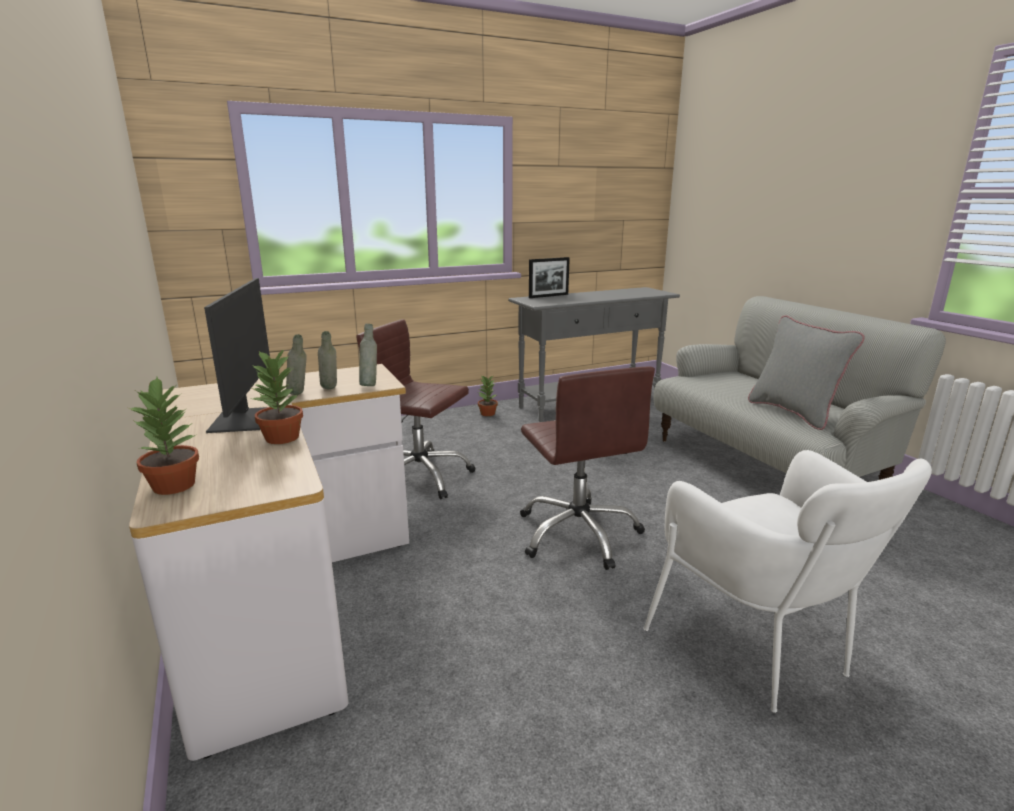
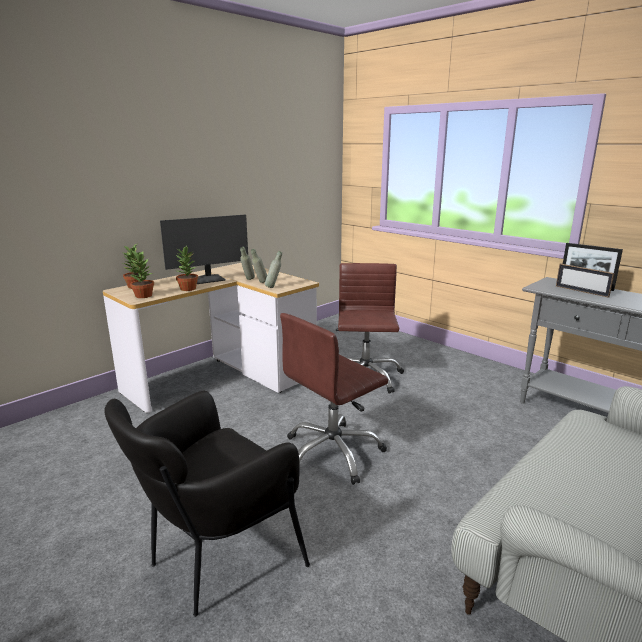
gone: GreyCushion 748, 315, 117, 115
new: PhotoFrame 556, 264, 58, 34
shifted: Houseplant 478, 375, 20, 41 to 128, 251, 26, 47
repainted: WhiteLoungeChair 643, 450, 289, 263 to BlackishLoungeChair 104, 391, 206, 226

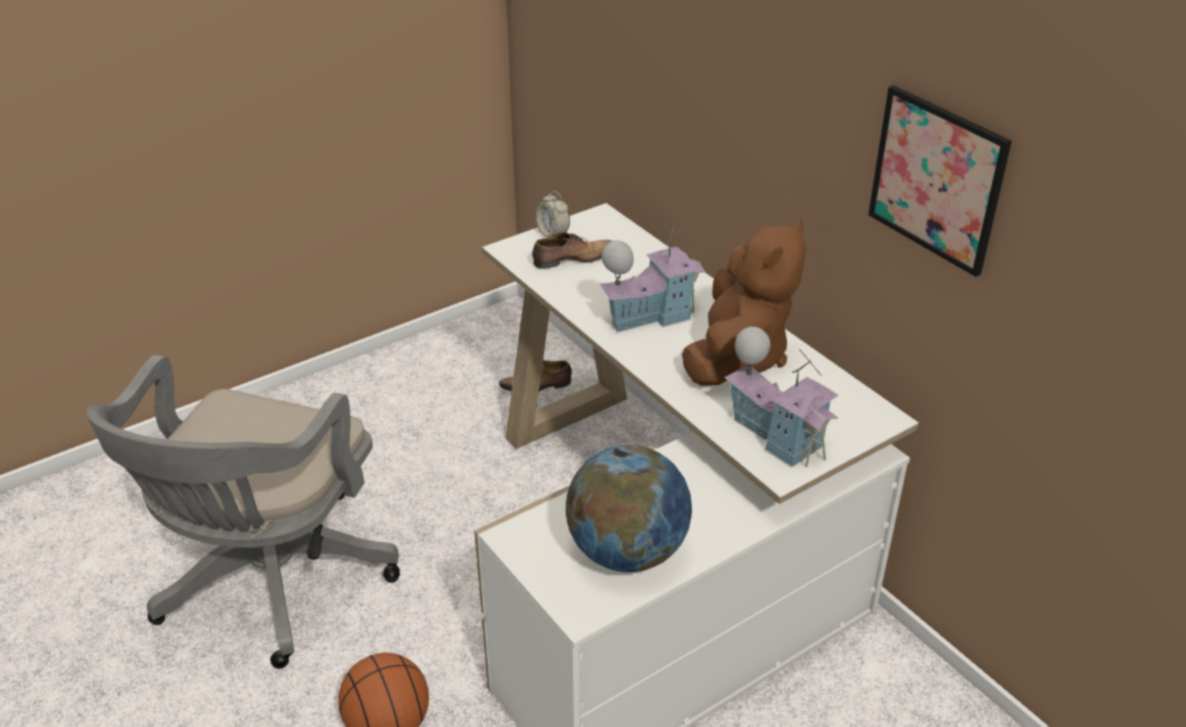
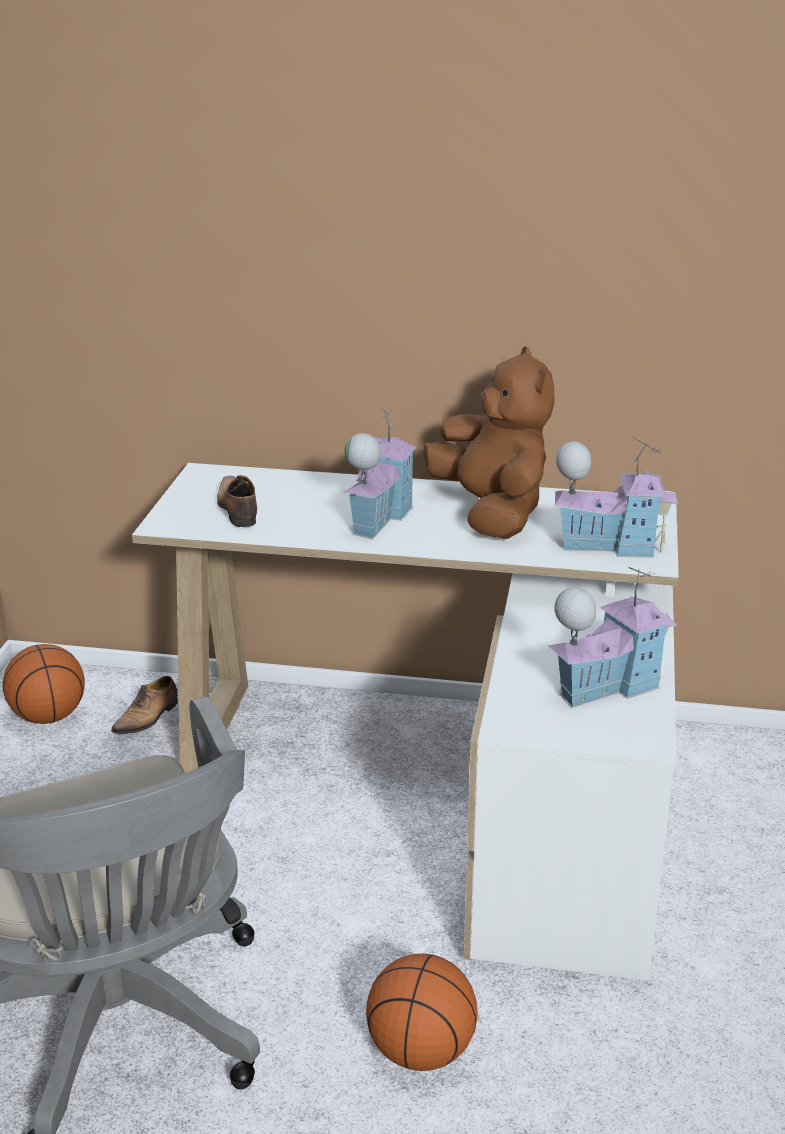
gone: BedsideClock 536, 191, 34, 46; WallArt 868, 85, 144, 192
new: BallForBasketball 3, 644, 82, 80
swapped: WorldGlobe 566, 445, 126, 127 to ModelHouse 548, 567, 129, 141
rotated: Shoe 532, 232, 81, 37 = 217, 475, 40, 52 45 degrees counterclockwise

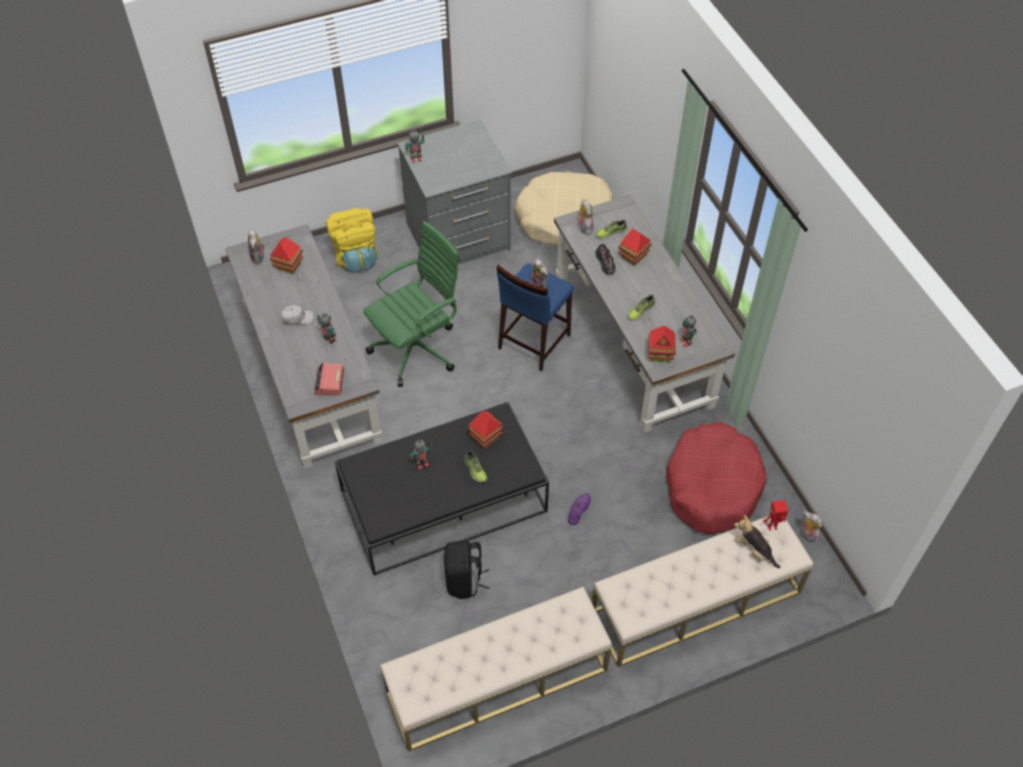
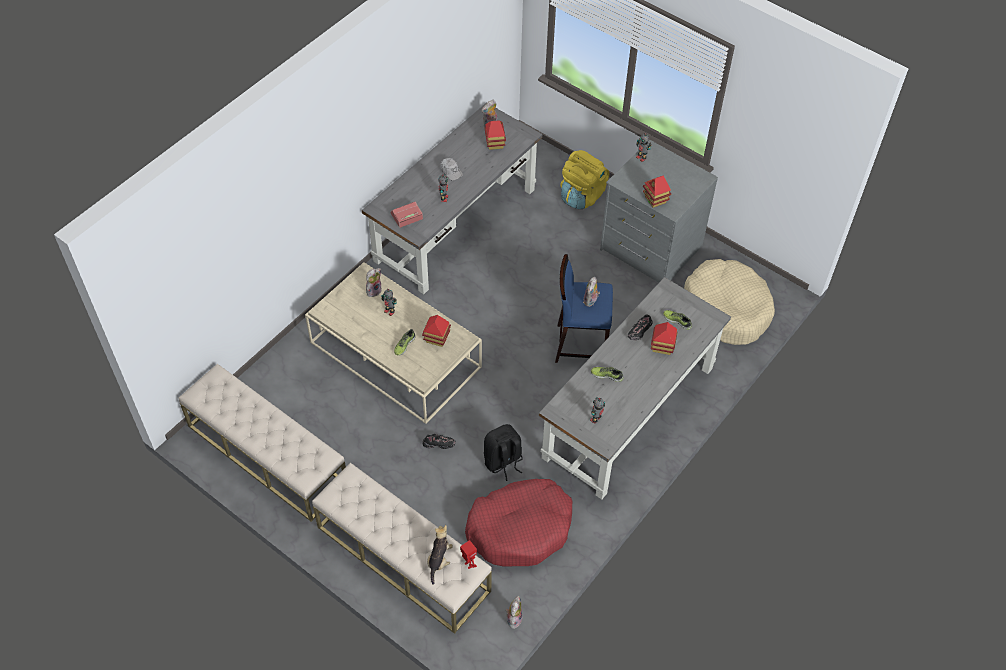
gone: GreenColouredOfficeChair 364, 221, 96, 166
shifted: SoftToy 578, 199, 16, 36 to 366, 268, 16, 29; BlackishRucksack 444, 540, 46, 59 to 484, 424, 39, 57; ModelHouse 648, 326, 28, 36 to 643, 176, 28, 32
repainted: BlackishLowTable 334, 402, 215, 173 to SandColouredLowTable 305, 262, 177, 162; PurpleShoe 568, 493, 23, 32 to BlackishShoe 423, 434, 33, 15

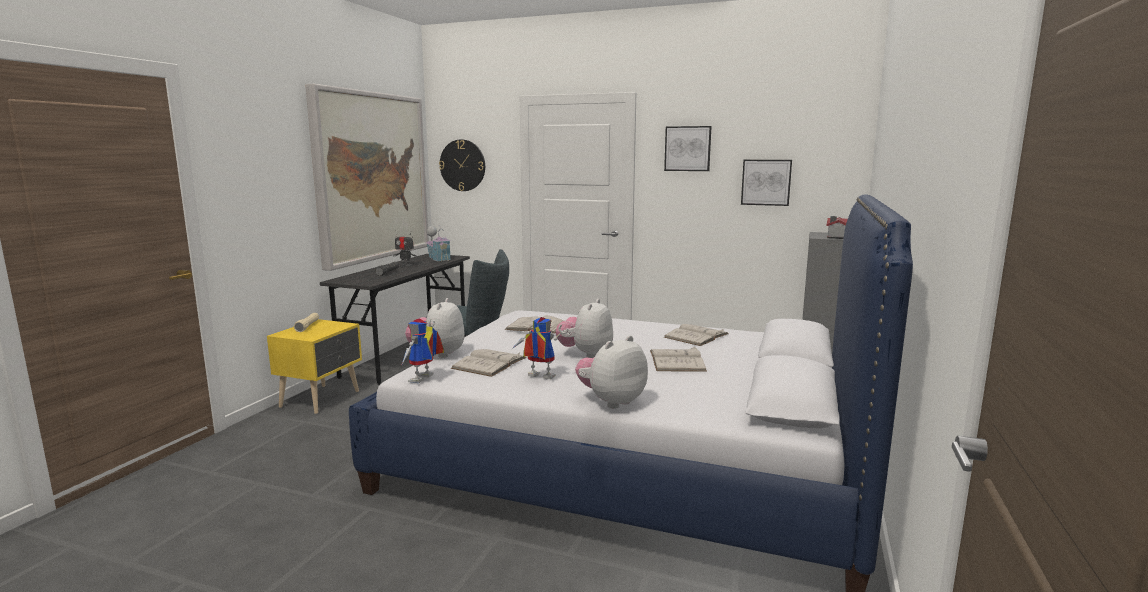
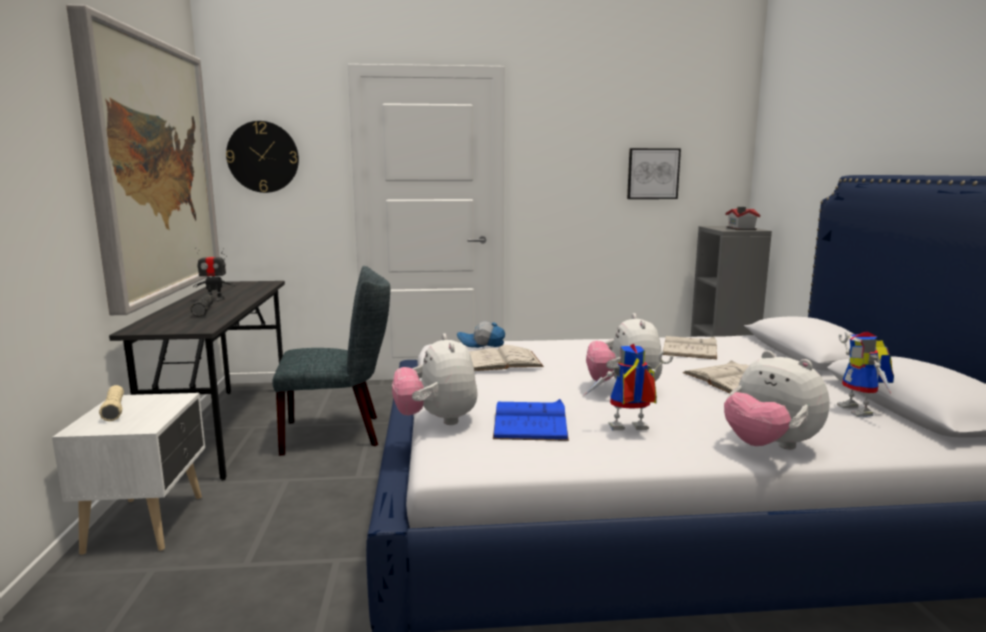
gone: ModelHouse 426, 226, 25, 35; WallArt 664, 126, 48, 45
new: BaseballCap 457, 321, 48, 27
shifted: ToyRobot 401, 319, 43, 64 to 837, 332, 57, 85
repainted: YellowishNightTable 267, 319, 95, 95 to WhiteNightTable 52, 393, 153, 162; WhiteVolume 451, 349, 76, 28 to BlueColouredVolume 493, 399, 76, 42
rotated: SoftToy 575, 335, 73, 74 = 724, 350, 106, 100 60 degrees counterclockwise

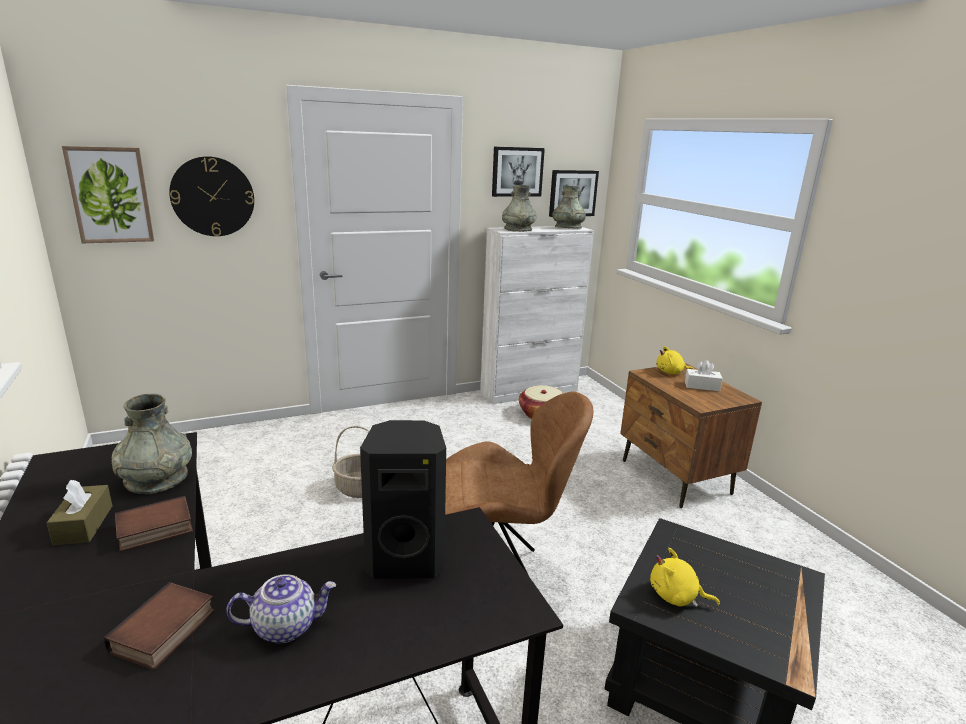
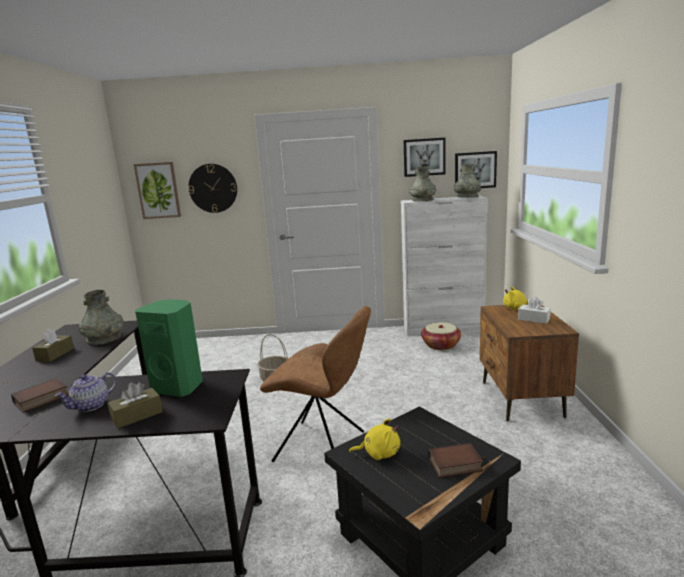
new: BrownishTissueBox 108, 382, 55, 47
shifted: Volume 115, 496, 78, 56 to 428, 443, 55, 35
repainted: BlackishLoudspeaker 360, 420, 86, 159 to GreenColouredLoudspeaker 135, 299, 68, 98
rotated: TeaPot 226, 574, 110, 70 = 55, 372, 62, 40 120 degrees clockwise; YellowishSoftToy 650, 547, 70, 60 = 349, 418, 51, 42 135 degrees clockwise

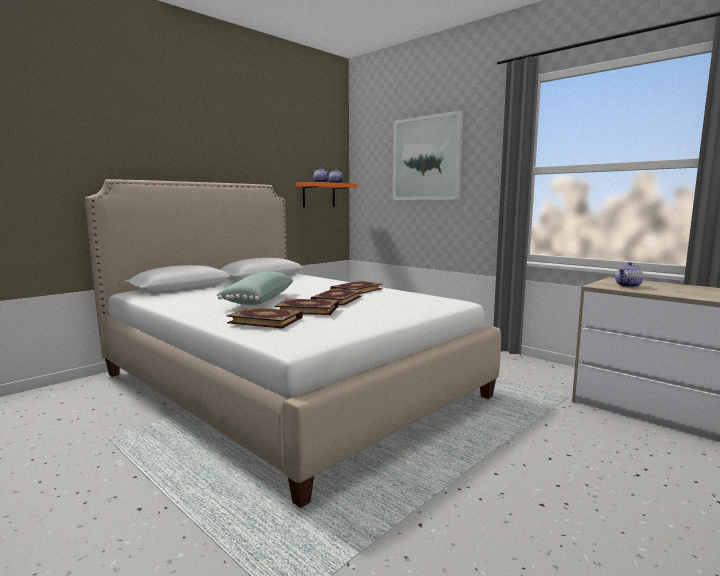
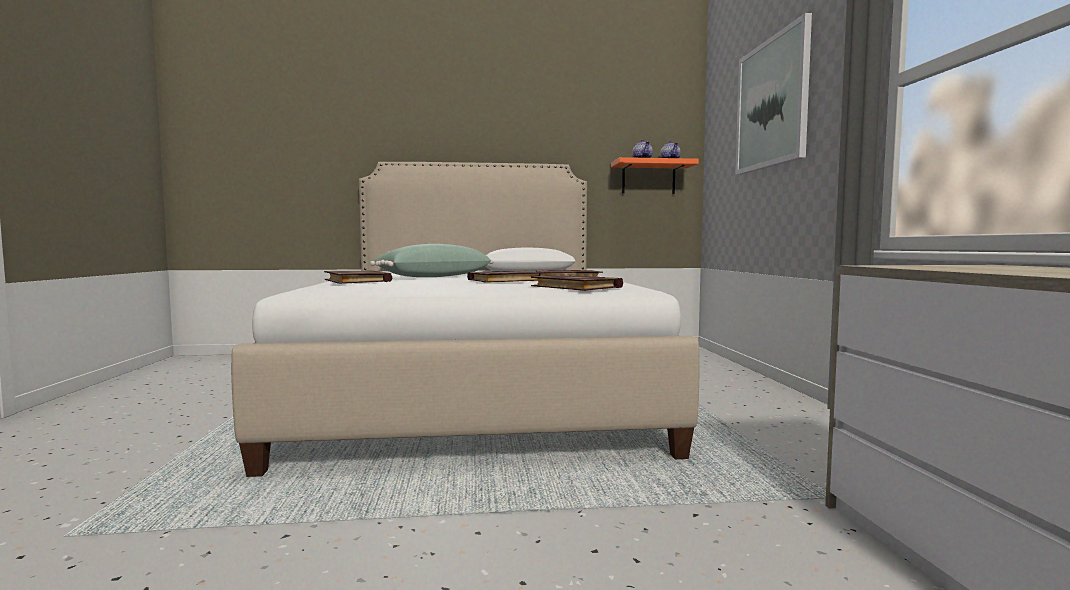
gone: TeaPot 615, 262, 28, 26
shifted: Volume 275, 299, 64, 16 to 531, 275, 92, 16

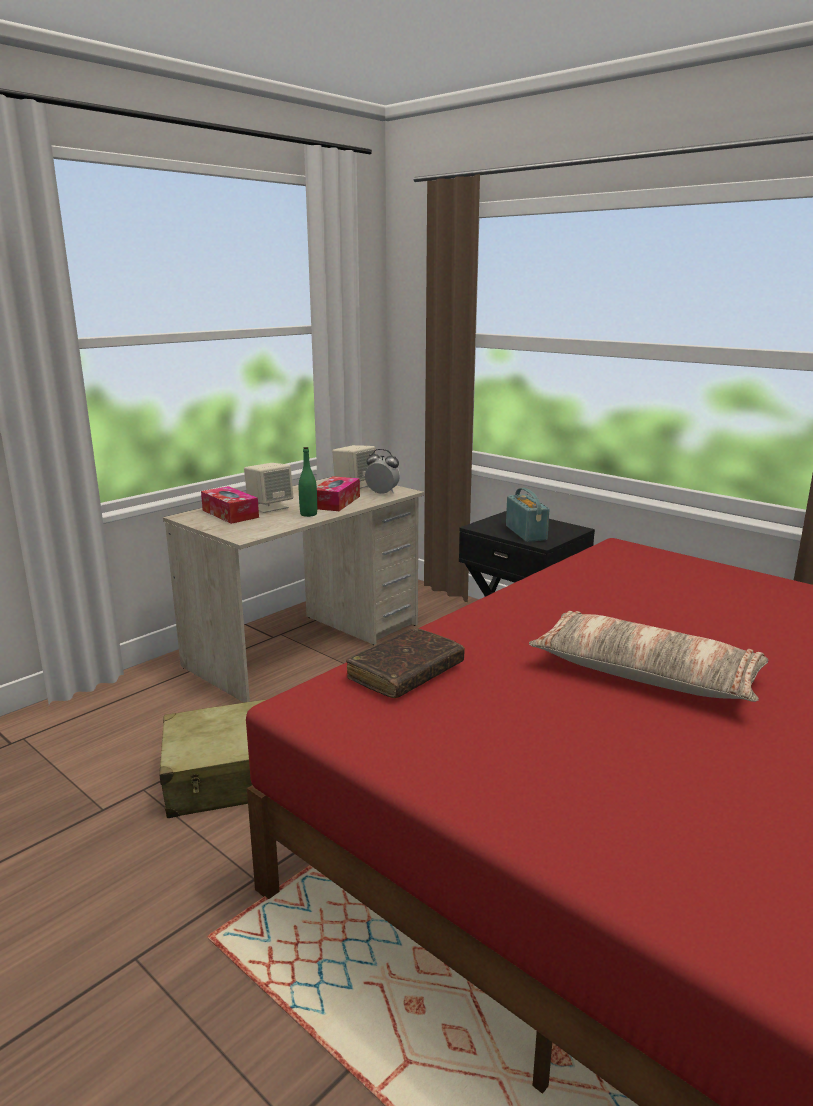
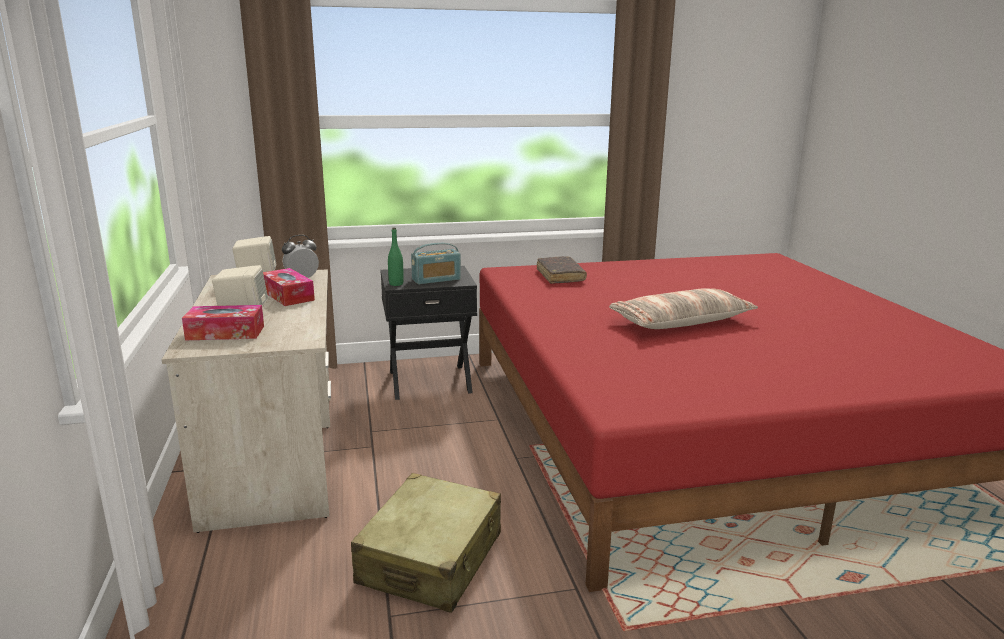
shifted: GreenColouredBottle 299, 447, 18, 70 to 388, 228, 16, 58; BrownishVolume 346, 628, 119, 70 to 537, 256, 50, 28
rotated: Radio 506, 488, 43, 54 = 411, 243, 50, 41 135 degrees clockwise

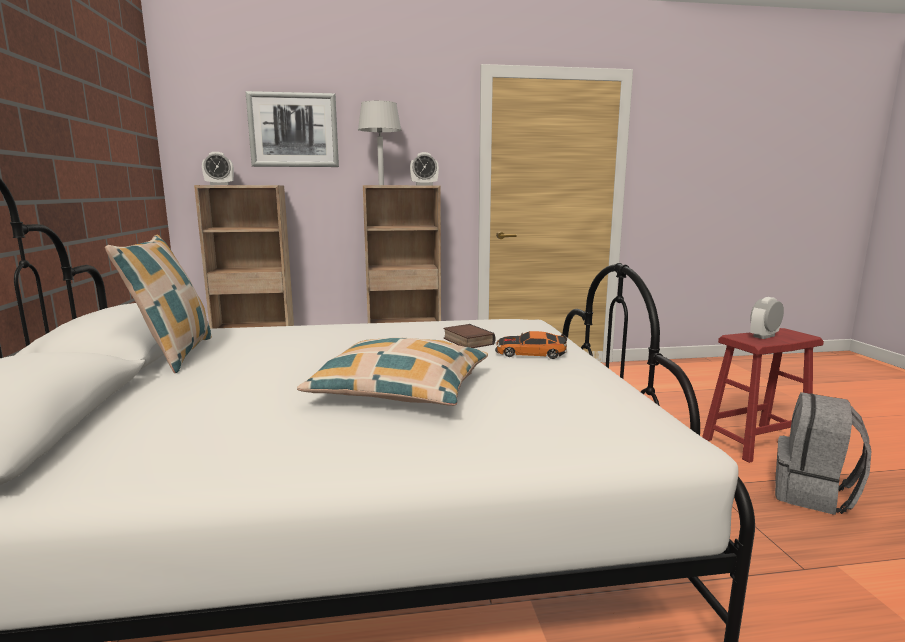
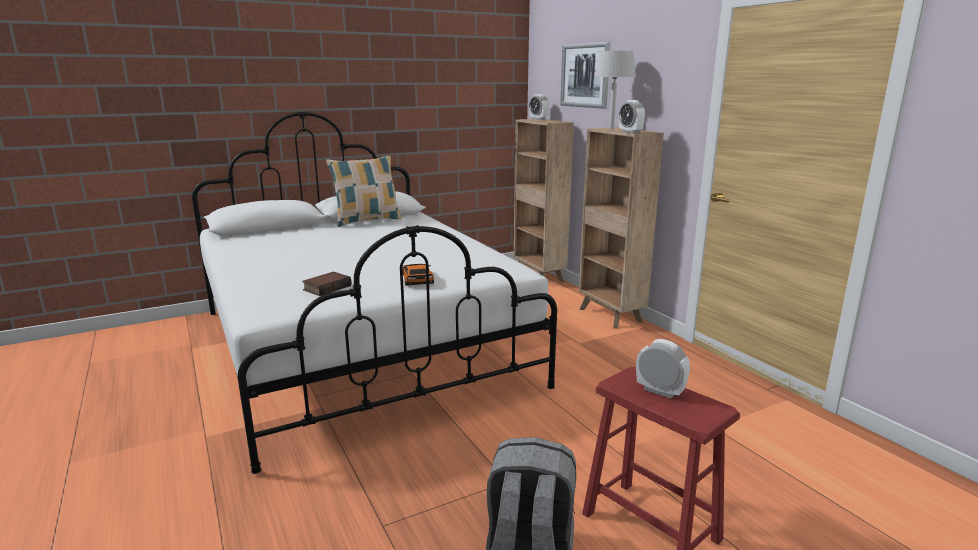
gone: Cushion 297, 338, 191, 68
shifted: Volume 443, 324, 52, 24 to 302, 272, 50, 24

